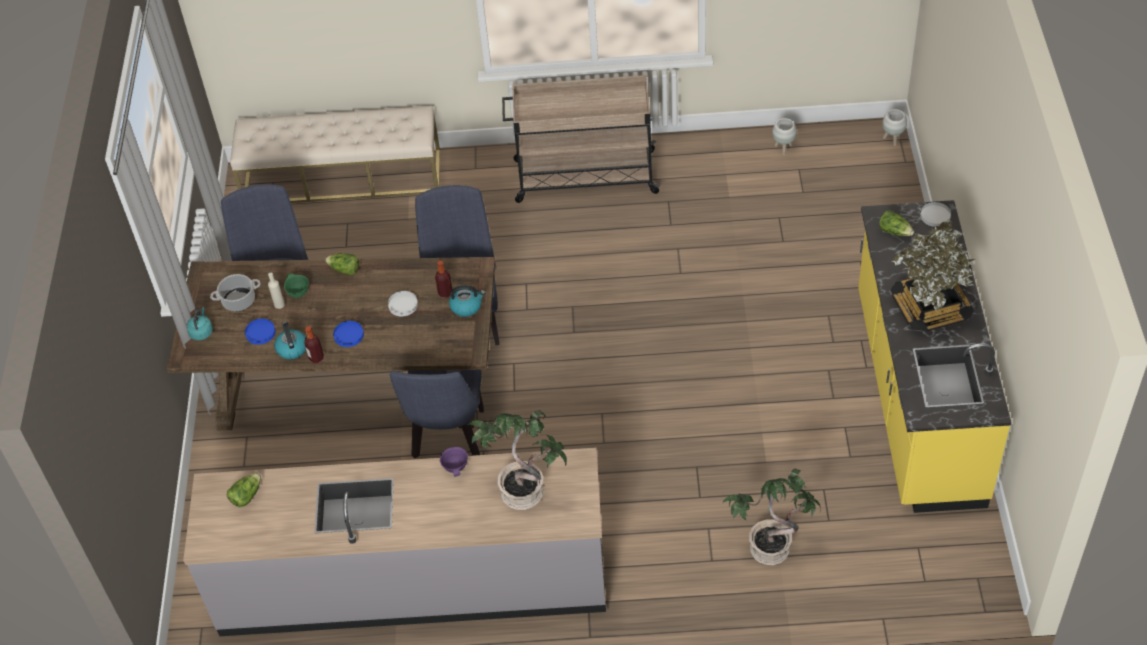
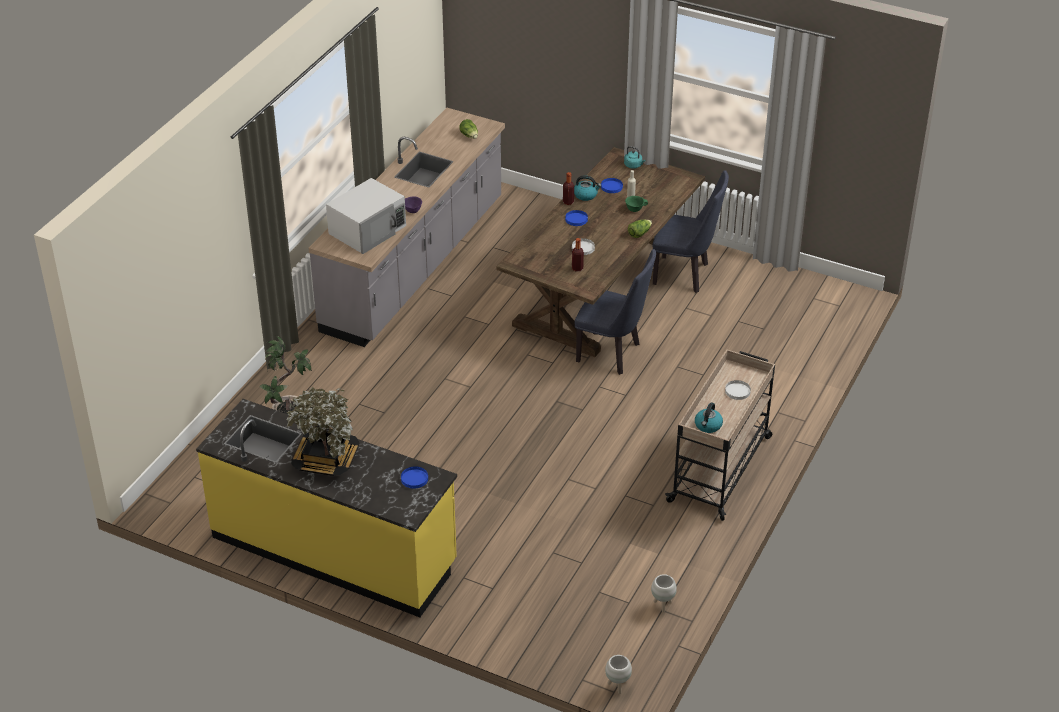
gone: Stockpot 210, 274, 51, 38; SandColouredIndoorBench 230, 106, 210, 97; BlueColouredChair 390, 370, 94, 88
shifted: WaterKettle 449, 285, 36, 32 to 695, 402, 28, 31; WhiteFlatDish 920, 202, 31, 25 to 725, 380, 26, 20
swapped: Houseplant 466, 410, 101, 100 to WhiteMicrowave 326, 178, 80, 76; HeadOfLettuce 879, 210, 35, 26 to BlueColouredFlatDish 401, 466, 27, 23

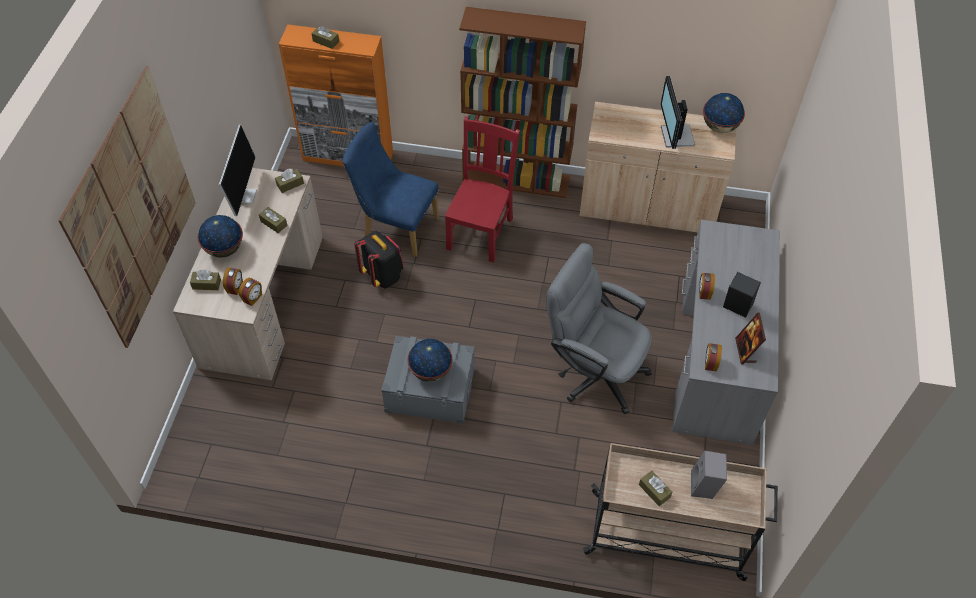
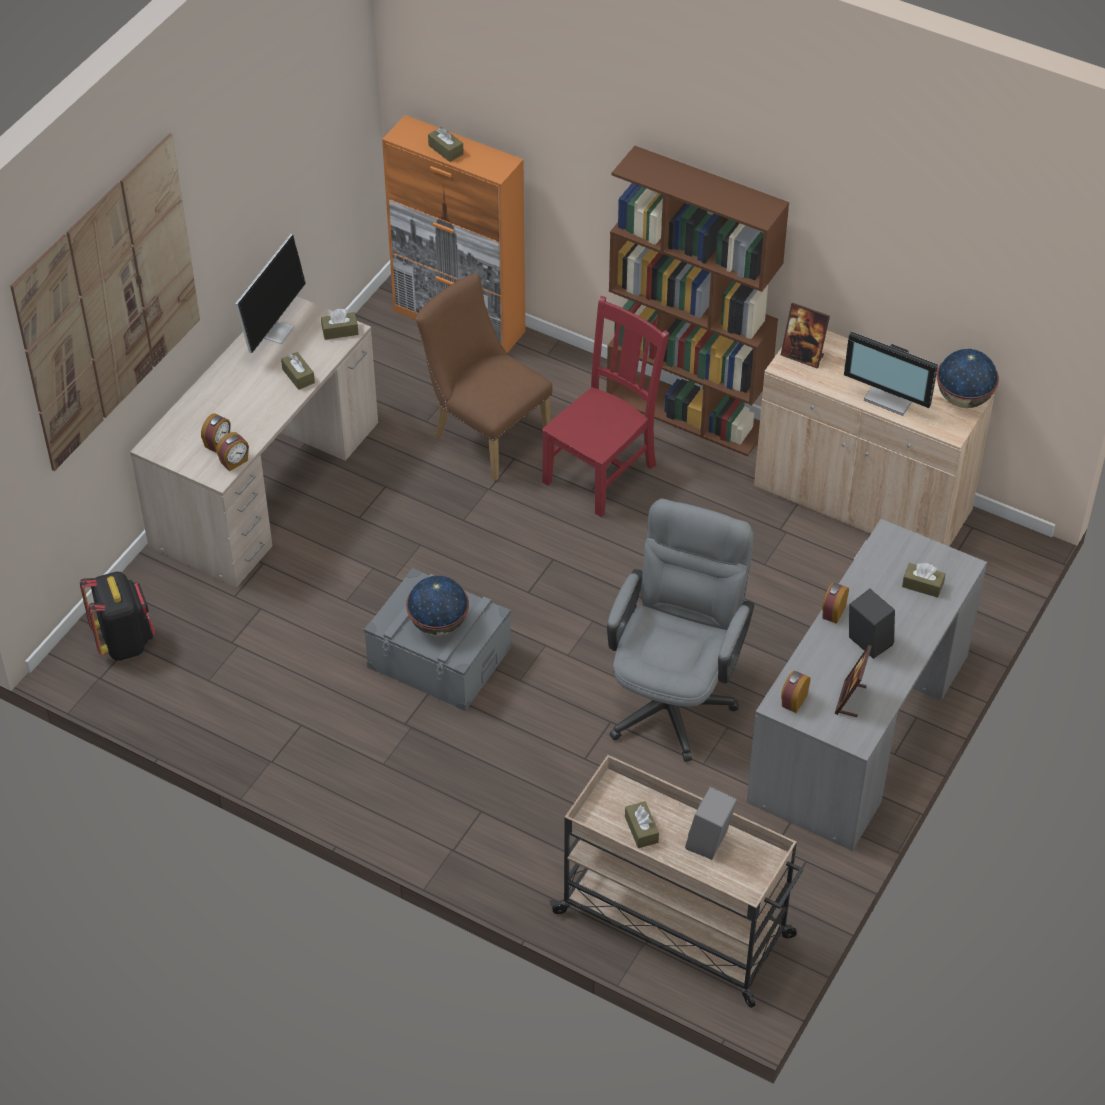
gone: WorldGlobe 197, 215, 46, 43
new: PhotoFrame 781, 302, 49, 66
shifted: BlackishRucksack 354, 231, 50, 57 to 80, 572, 75, 89; BrownishTissueBox 190, 270, 31, 20 to 902, 563, 43, 35
repainted: BlueColouredChair 343, 122, 96, 135 to BrownishChair 416, 274, 137, 207
rotated: GreyOfficeChair 546, 243, 106, 171 = 607, 499, 147, 263 60 degrees clockwise; ComputerScreen 660, 76, 35, 73 = 844, 331, 94, 85 75 degrees counterclockwise

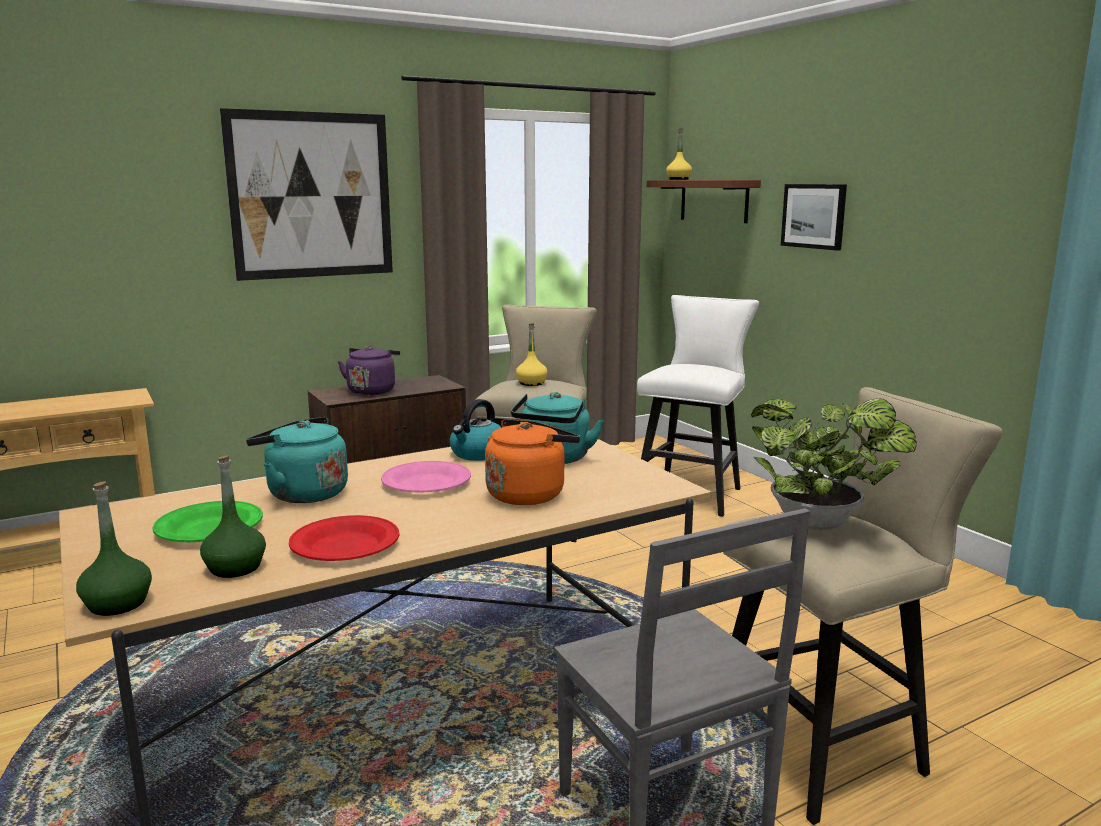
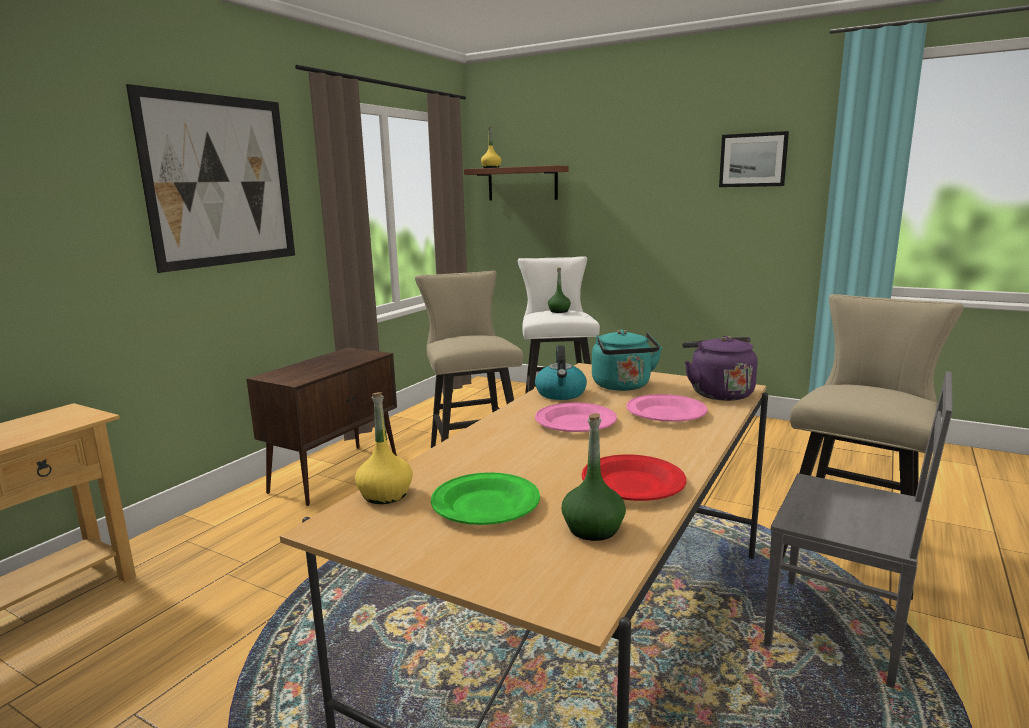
gone: BlueGreenWaterKettle 246, 417, 102, 86; Houseplant 751, 398, 166, 132
shifted: YellowishBottle 516, 324, 32, 62 to 355, 392, 58, 112; GreenColouredBottle 76, 481, 76, 135 to 548, 267, 23, 46; PurpleWaterKettle 338, 346, 62, 49 to 682, 336, 76, 65; WallArt 781, 184, 66, 67 to 719, 131, 70, 56
swapped: OrangeColouredWaterKettle 485, 419, 95, 86 to PinkFlatDish 626, 394, 81, 28

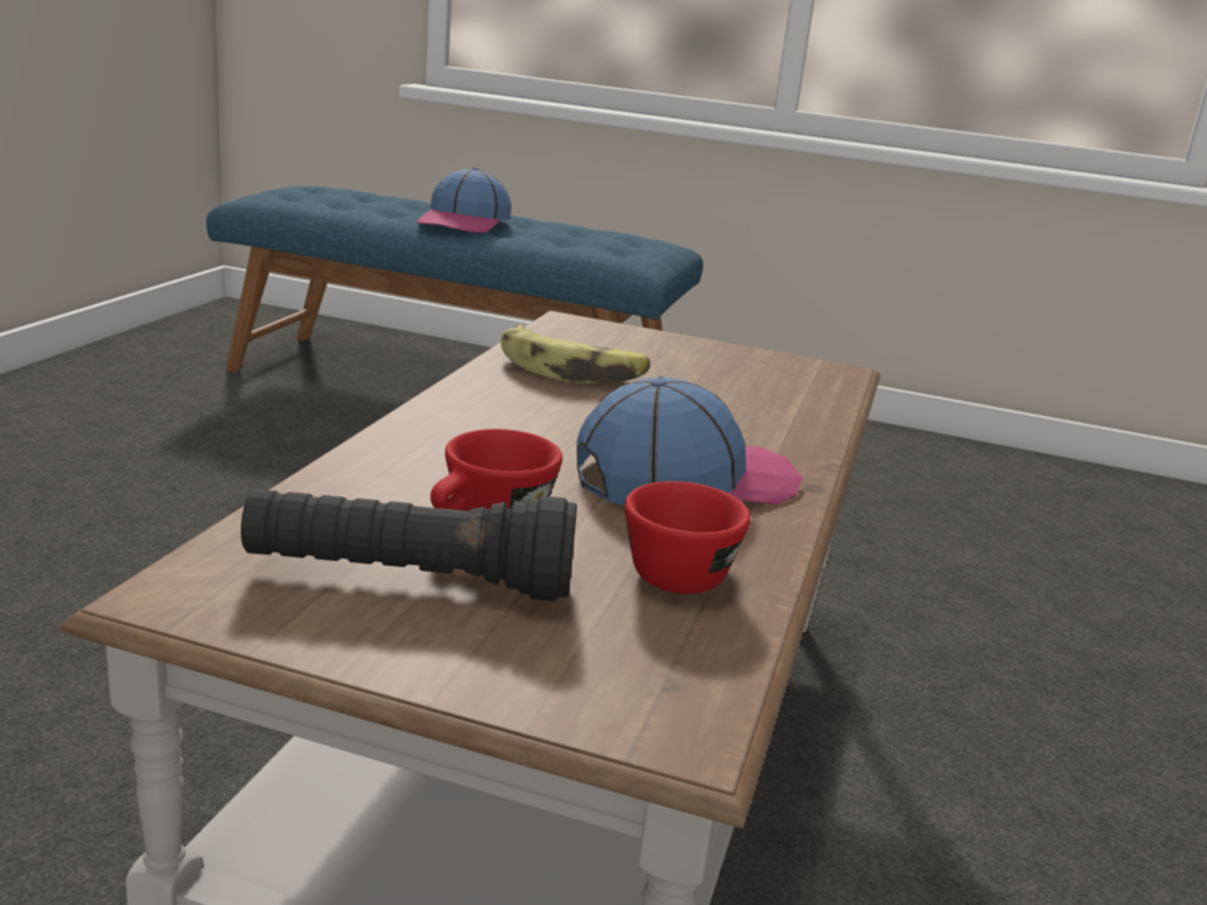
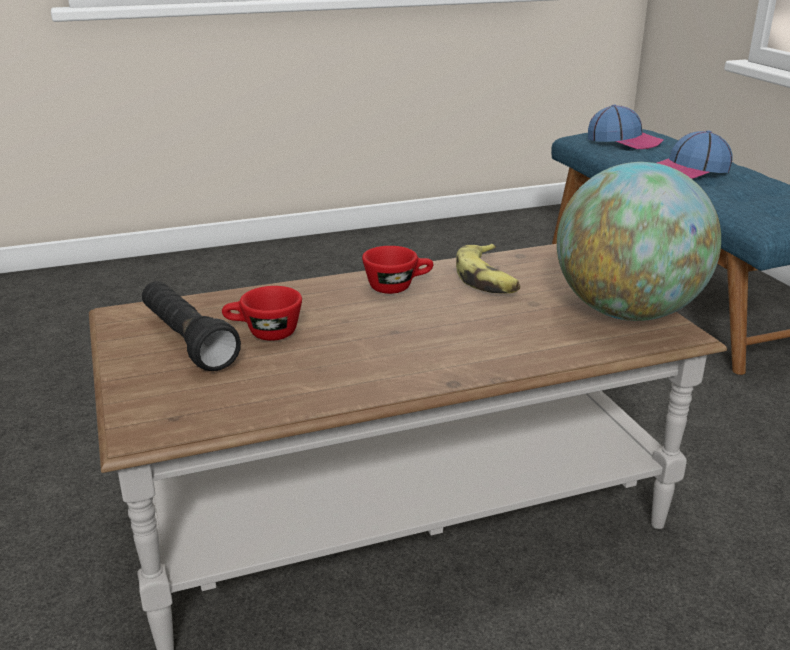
new: WorldGlobe 557, 162, 164, 159
shifted: ReddishDrinkingCup 624, 481, 127, 113 to 362, 246, 71, 48; BaseballCap 577, 377, 226, 128 to 588, 105, 76, 44

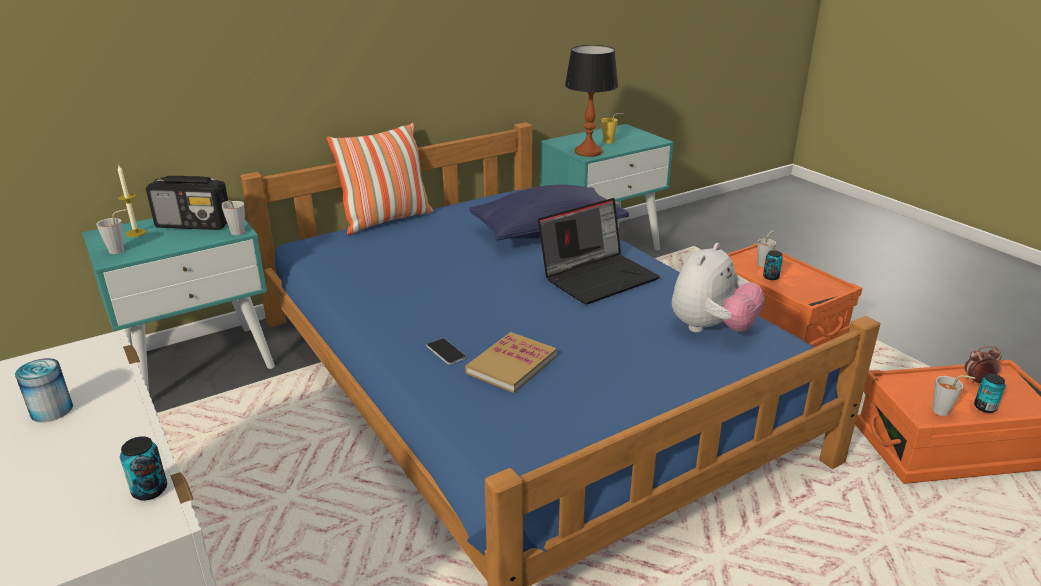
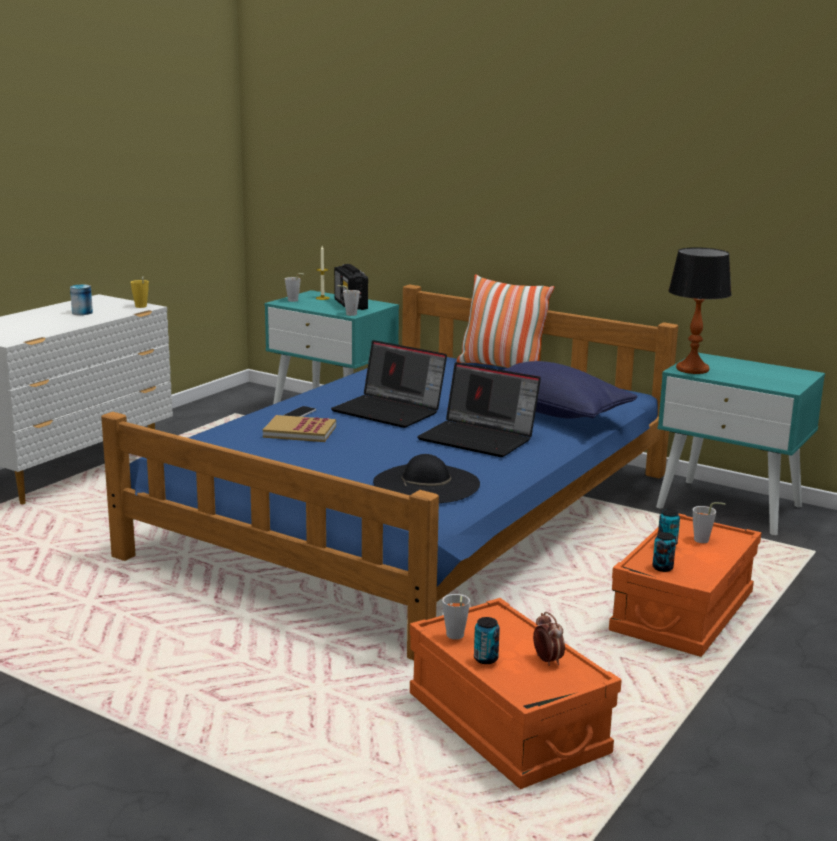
new: Laptop 331, 340, 116, 88
shifted: YellowishDrinkingCup 602, 113, 22, 30 to 130, 276, 19, 32; MetalCan 120, 436, 47, 65 to 652, 532, 24, 40
swapped: SoftToy 672, 243, 93, 90 to BlackishClothingHat 373, 454, 107, 49

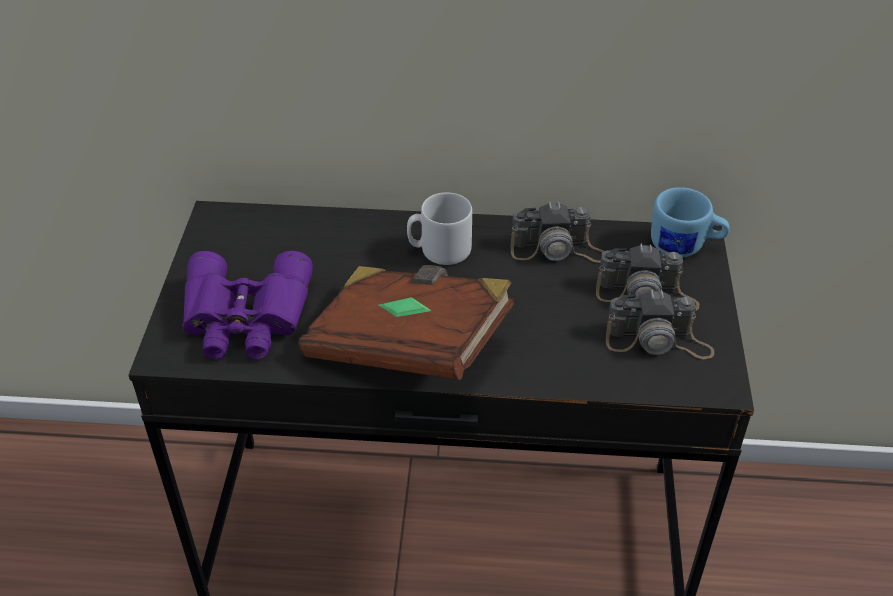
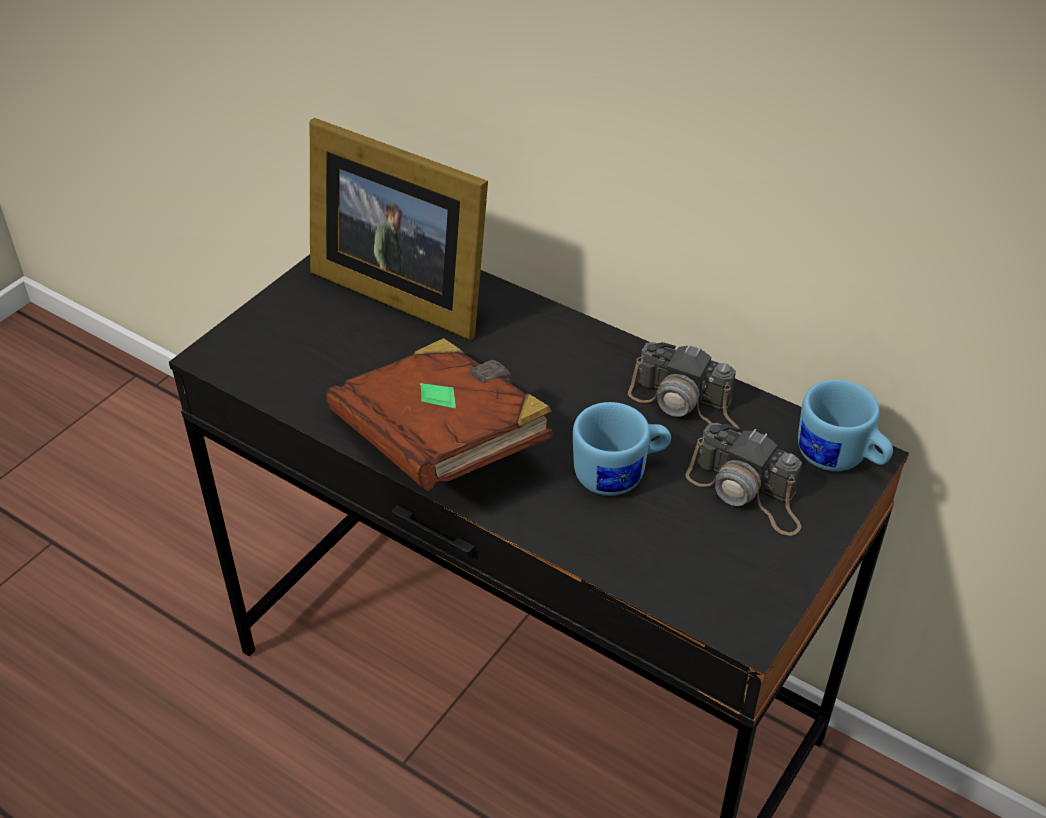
gone: PurpleBinoculars 182, 251, 131, 109; GreyMug 407, 192, 65, 73; StillCamera 606, 290, 108, 69
new: PhotoFrame 310, 118, 178, 222; BlueColouredMug 573, 402, 98, 94

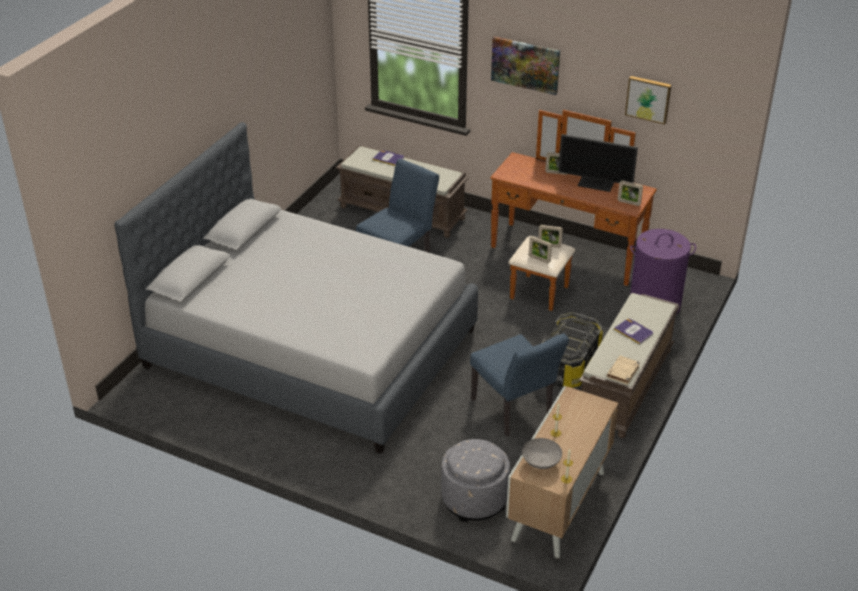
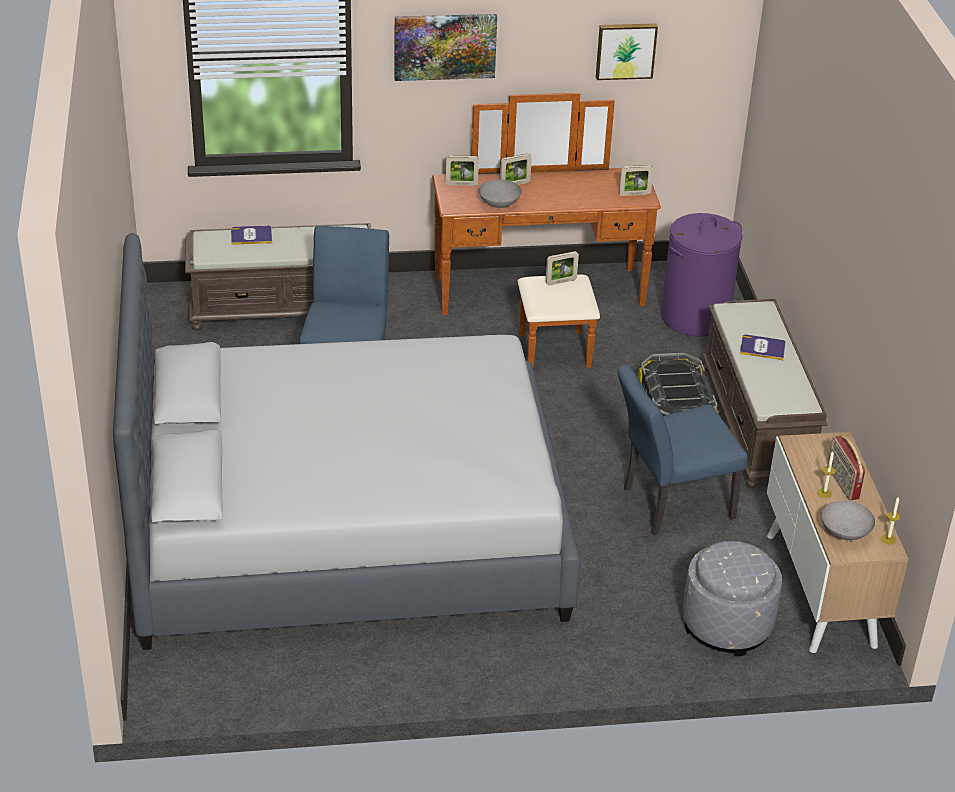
gone: ComputerScreen 558, 134, 80, 58; SandColouredVolume 607, 356, 33, 29
new: GreyDeepDish 479, 180, 43, 28; Radio 827, 435, 38, 65
shifted: PhotoFrame 529, 236, 23, 27 to 446, 156, 33, 30
rotated: BlueColouredChair 470, 333, 99, 103 = 617, 365, 131, 170 135 degrees clockwise

